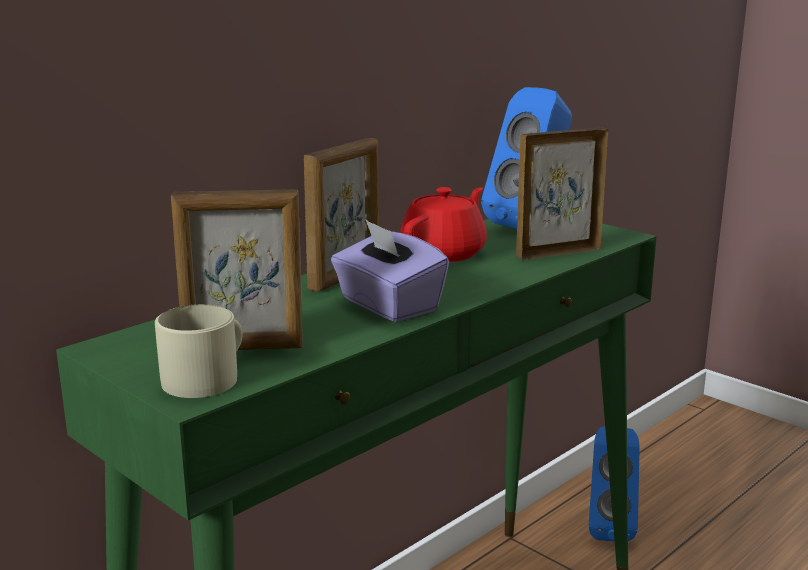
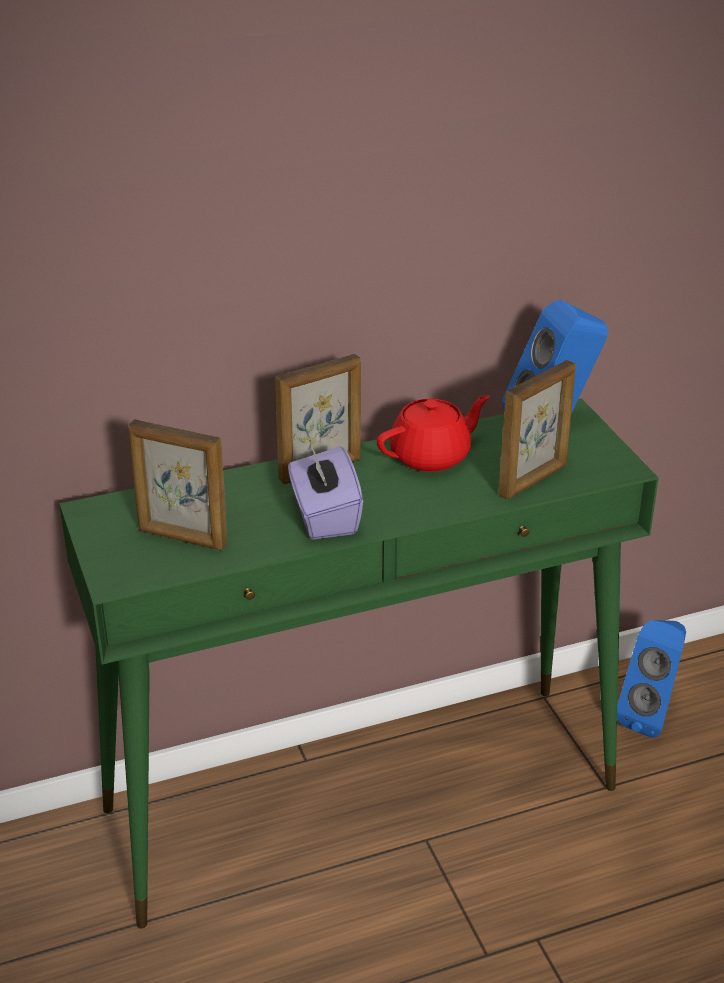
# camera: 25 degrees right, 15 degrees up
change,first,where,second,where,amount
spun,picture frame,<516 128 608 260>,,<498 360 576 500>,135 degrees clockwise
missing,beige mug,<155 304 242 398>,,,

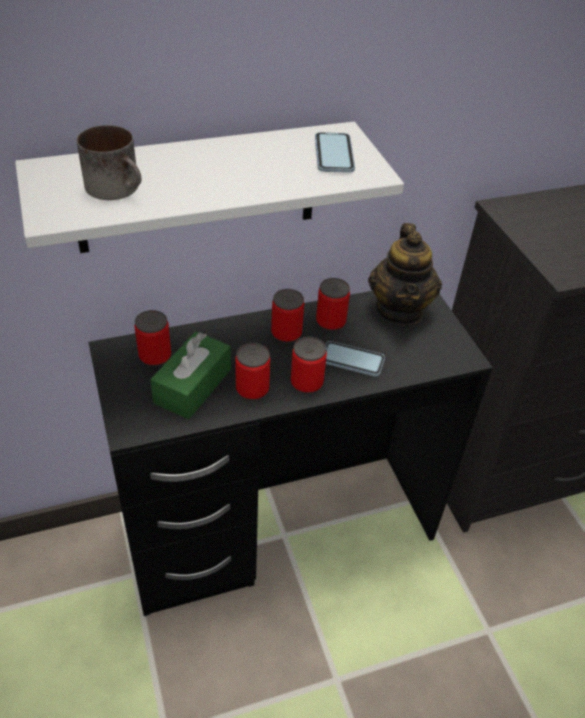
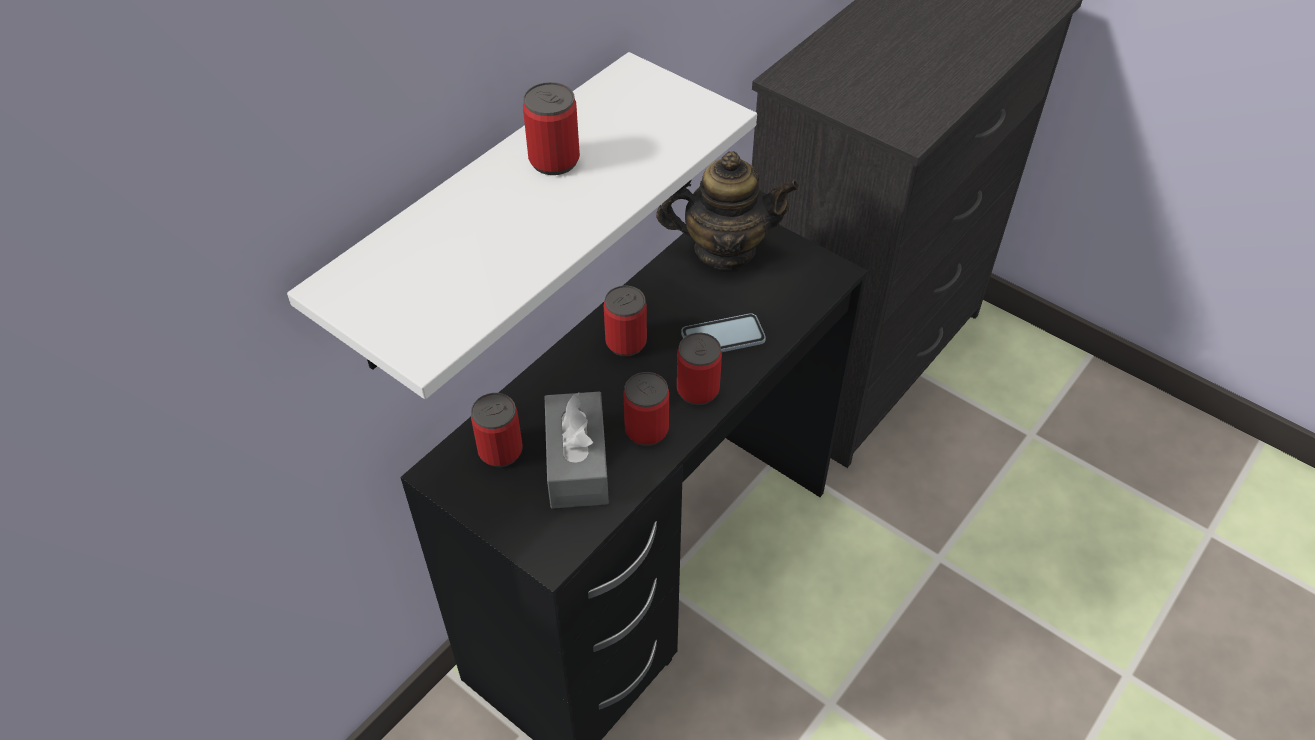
# camera: 30 degrees left, 5 degrees up
change,first,where,second,where,amount
missing,mug,<77 125 142 200>,,,
missing,telephone,<315 132 355 173>,,,
spun,teapot,<368 223 442 326>,,<656 151 799 270>,60 degrees counterclockwise
relocated,sealed can,<316 278 350 331>,,<523 82 580 175>,
colour,greenish tissue box,<150 332 231 419>,greyish tissue box,<545 392 609 508>,

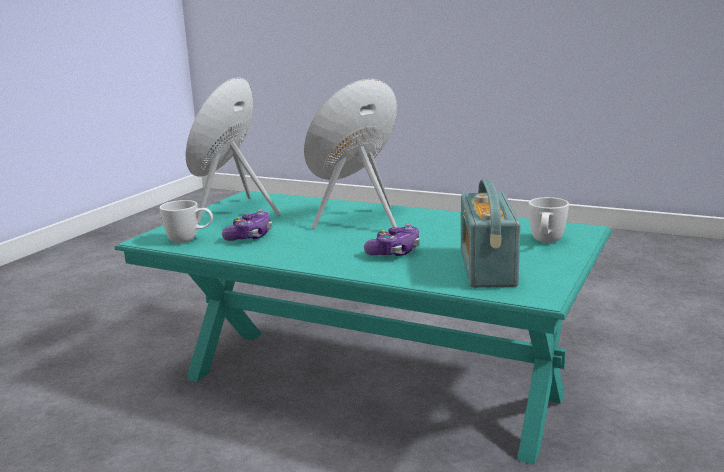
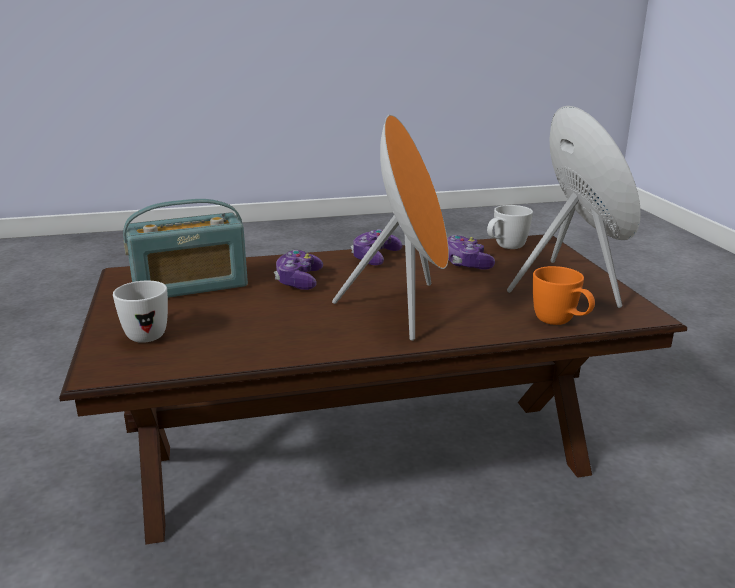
# camera: 140 degrees right, 5 degrees up
change,first,where,second,where,amount
spun,radio,<461 179 521 288>,,<123 199 248 298>,105 degrees clockwise
colour,blue-green coffee table,<115 190 612 464>,brown-coloured coffee table,<59 235 687 545>,
appeared,,,joypad,<351 229 402 265>,
appeared,,,orangey mug,<533 266 595 325>,

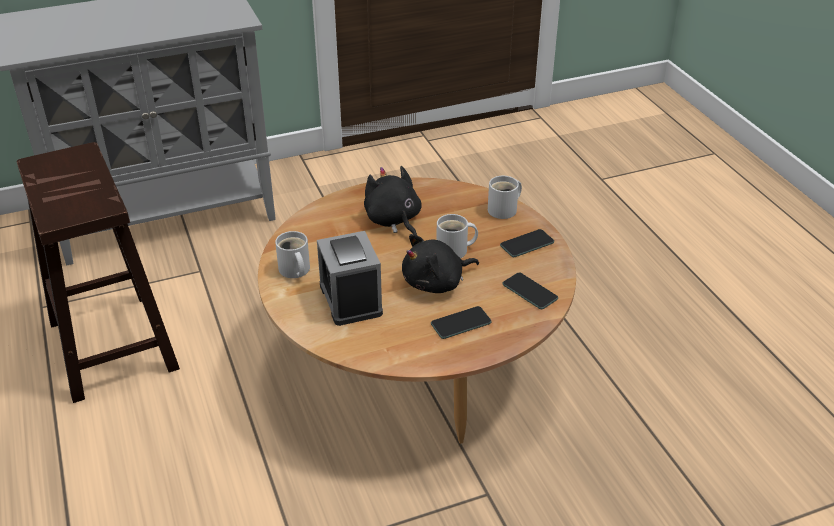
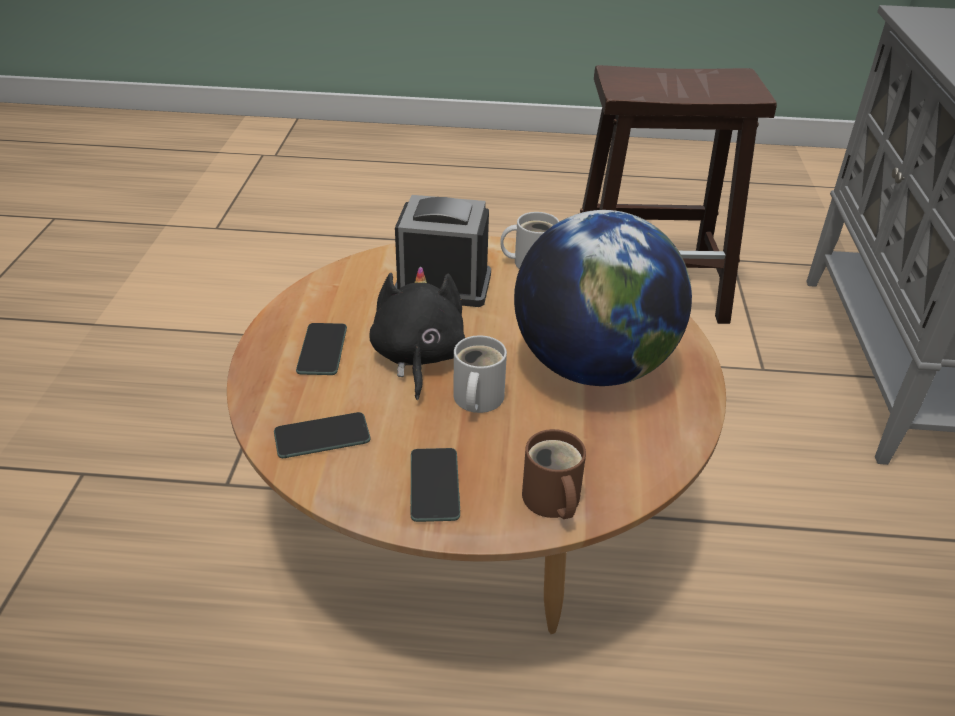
# camera: 115 degrees right, 0 degrees up
change,first,where,second,where,amount
exchanged,black soft toy,<364 166 422 235>,globe,<514 210 692 386>,
colour,white mug,<488 176 522 219>,brown-coloured mug,<522 429 586 519>,

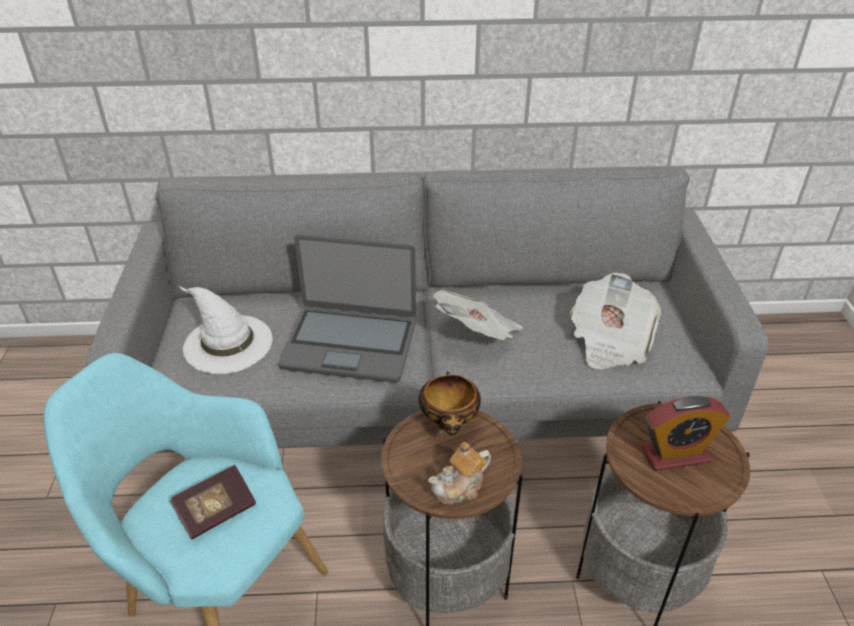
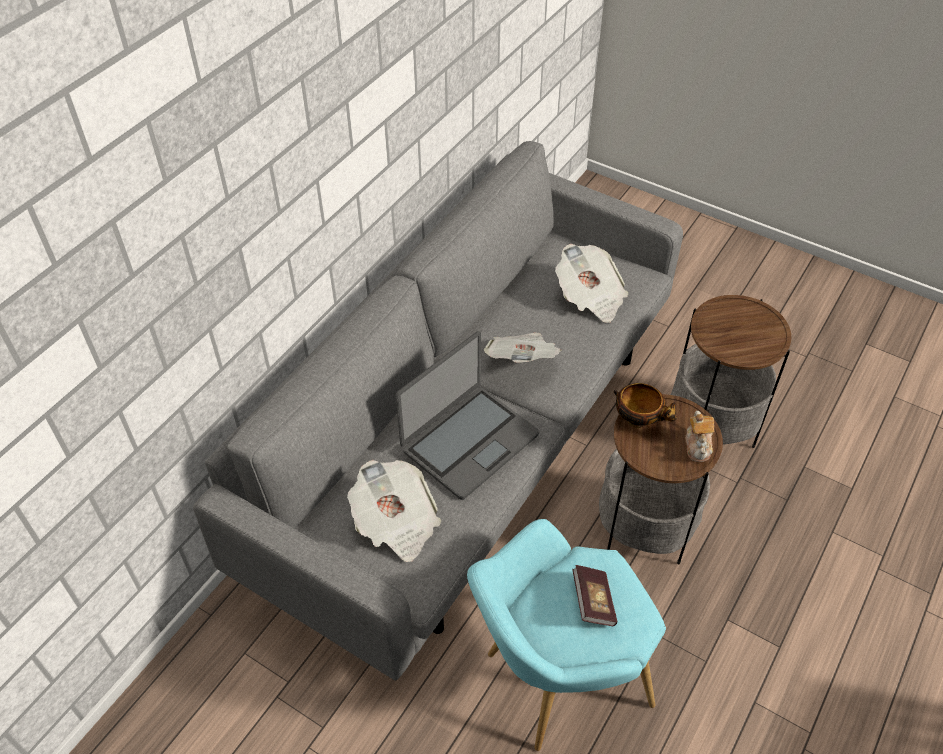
# camera: 55 degrees left, 10 degrees up
change,first,where,second,where,amount
exchanged,white clothing hat,<179 286 272 374>,newspaper,<347 460 441 562>,
missing,table clock,<642 396 730 471>,,,

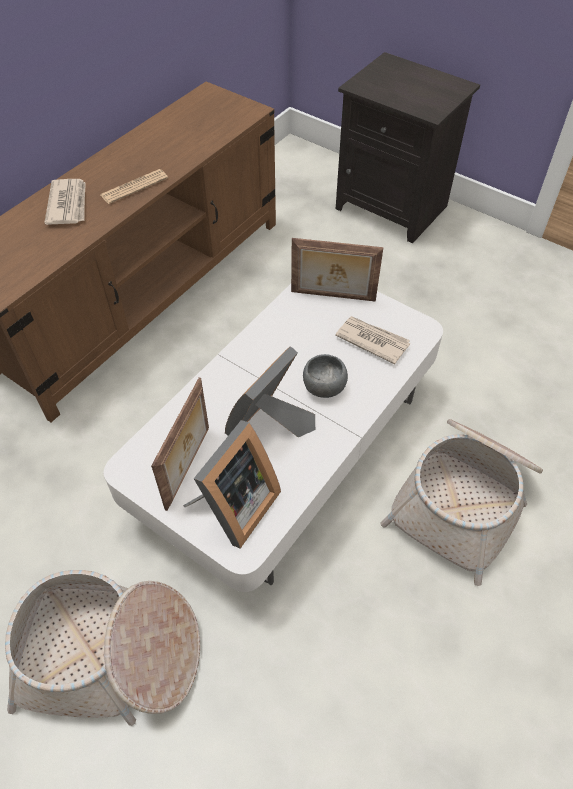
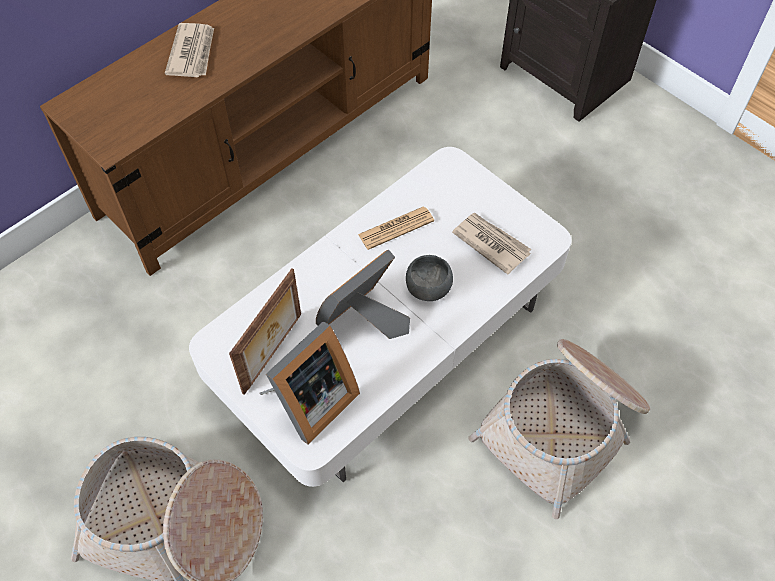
# camera: 10 degrees right, 5 degrees up
change,first,where,second,where,amount
relocated,newspaper,<100 169 168 204>,,<358 206 434 250>,
missing,picture frame,<291 238 383 302>,,,

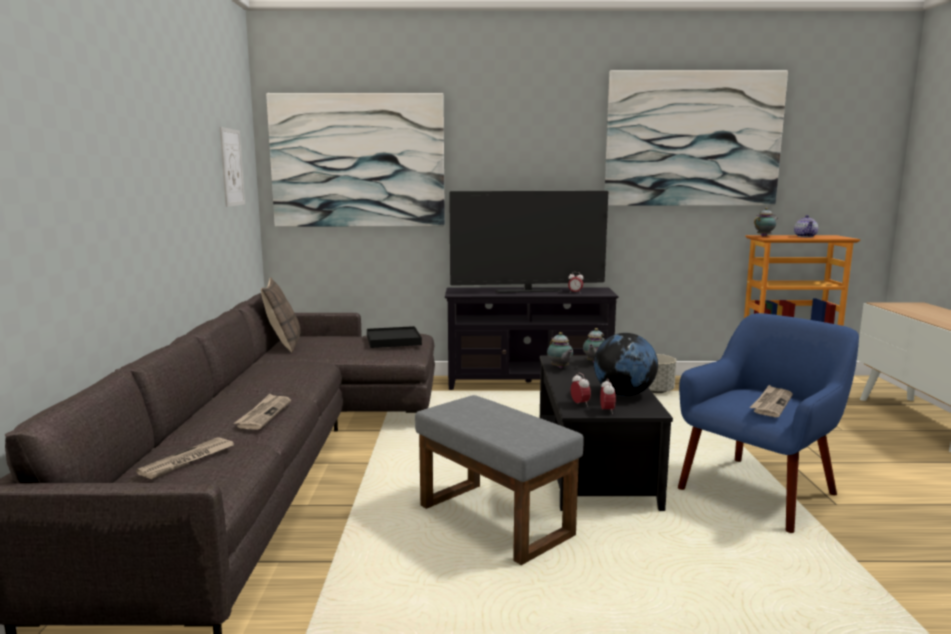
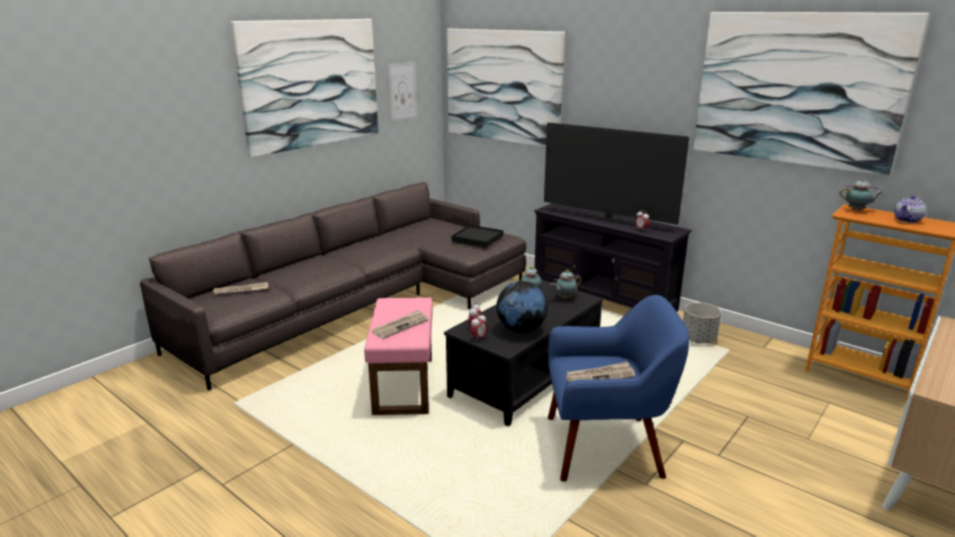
# camera: 40 degrees right, 10 degrees up
change,first,where,second,where,amount
missing,pillow,<261 277 301 353>,,,
relocated,newspaper,<234 394 291 430>,,<372 310 428 339>,
colour,greyish ottoman,<415 395 584 565>,pinkish ottoman,<364 297 433 415>,
appeared,,,wall art,<230 19 378 157>,

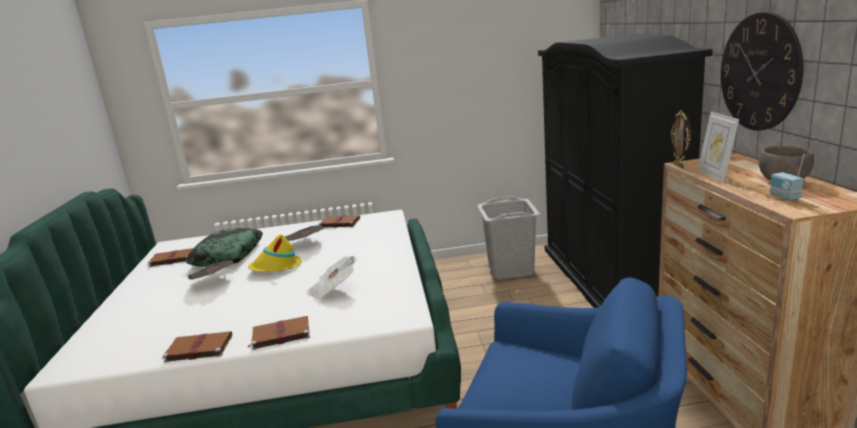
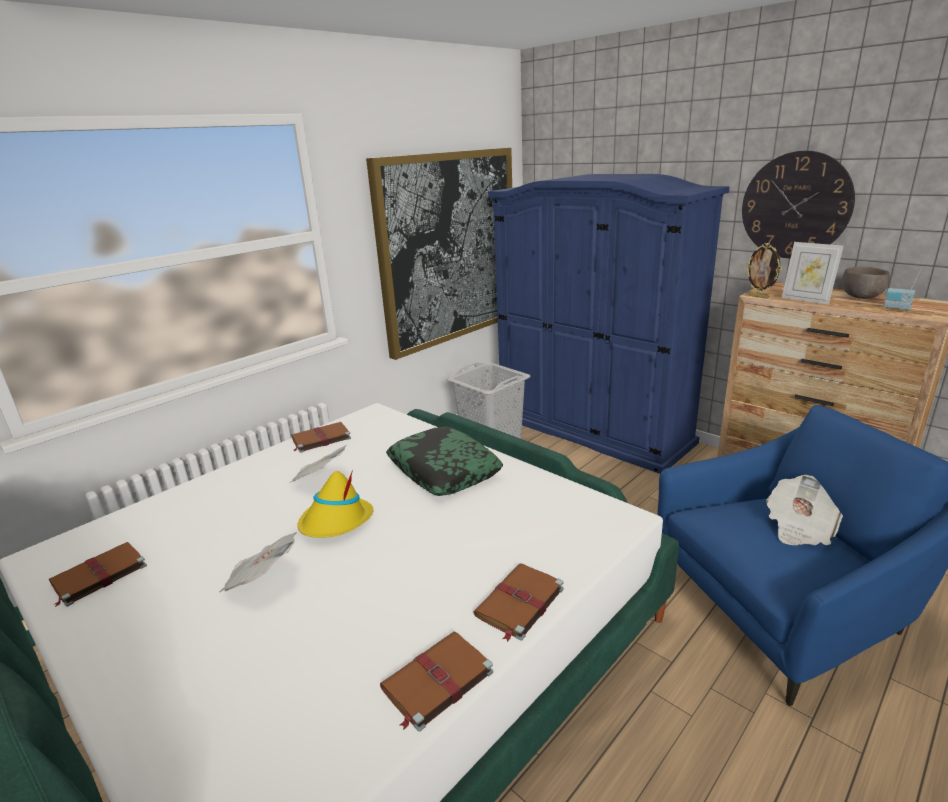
# camera: 40 degrees left, 5 degrees up
change,first,where,second,where,amount
colour,black wardrobe,<538 34 713 308>,blue wardrobe,<488 174 730 474>,
relocated,pillow,<185 228 263 267>,,<386 427 503 496>,
relocated,newspaper,<307 256 357 300>,,<766 475 843 545>,
appeared,,,wall art,<366 148 512 360>,

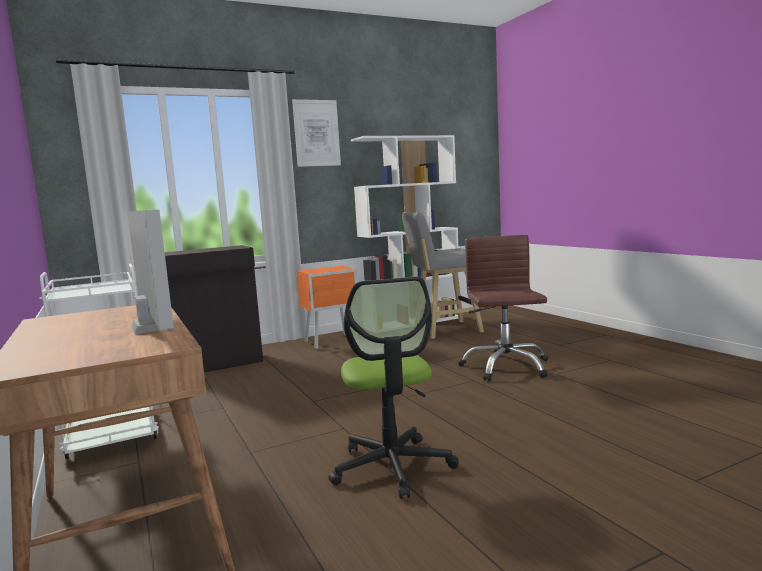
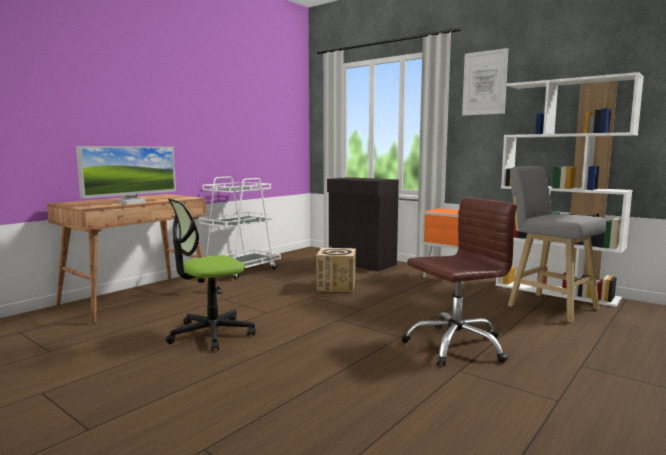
# camera: 65 degrees right, 0 degrees up
change,first,where,second,where,amount
appeared,,,carton,<316 248 356 292>,

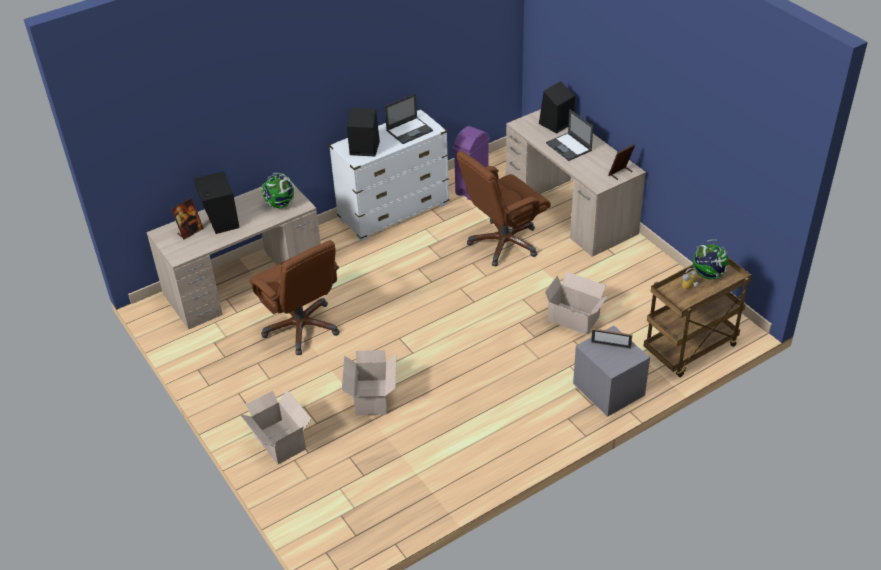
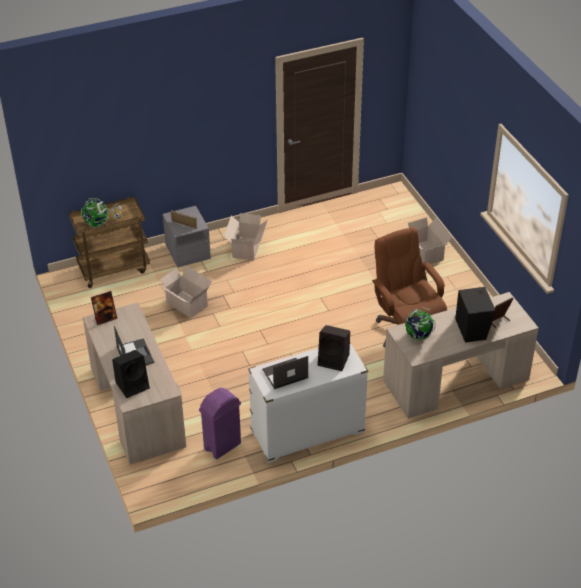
# camera: 170 degrees left, 0 degrees up
change,first,where,second,where,amount
missing,brown-coloured desk chair,<457 151 551 266>,,,
relocated,carton,<342 350 396 415>,,<224 213 268 261>,

